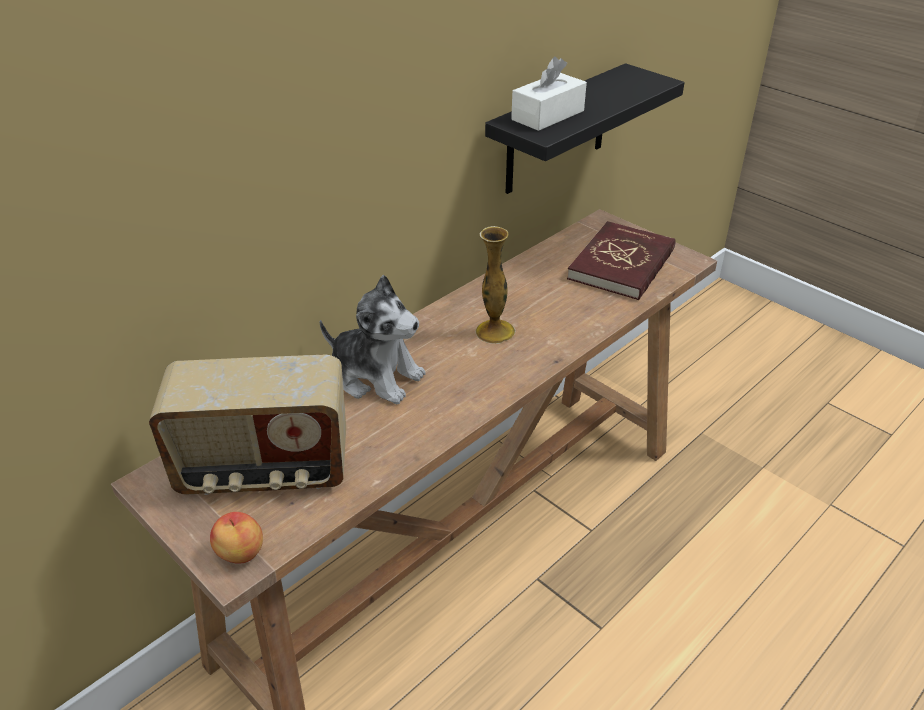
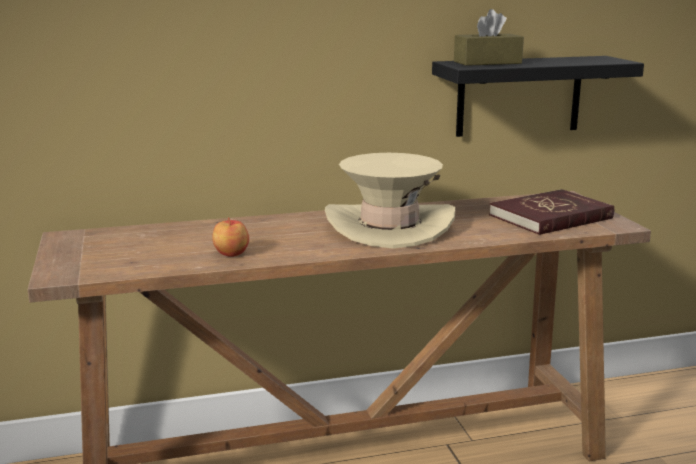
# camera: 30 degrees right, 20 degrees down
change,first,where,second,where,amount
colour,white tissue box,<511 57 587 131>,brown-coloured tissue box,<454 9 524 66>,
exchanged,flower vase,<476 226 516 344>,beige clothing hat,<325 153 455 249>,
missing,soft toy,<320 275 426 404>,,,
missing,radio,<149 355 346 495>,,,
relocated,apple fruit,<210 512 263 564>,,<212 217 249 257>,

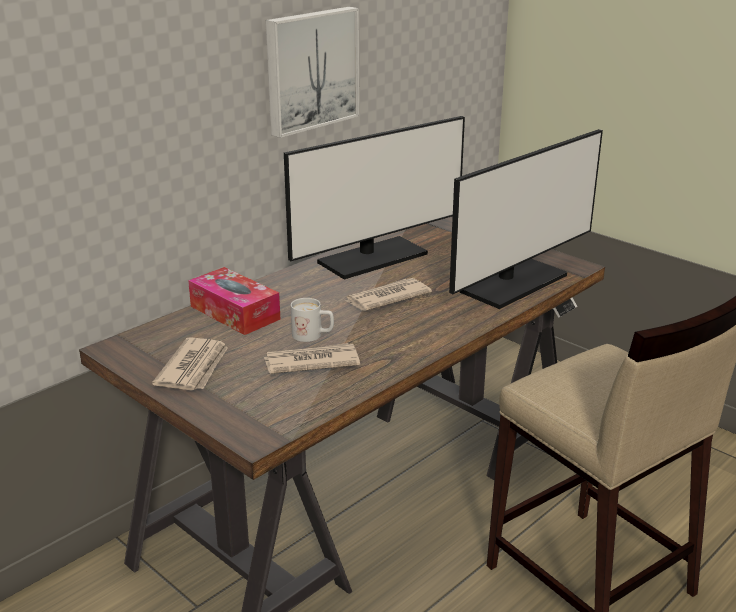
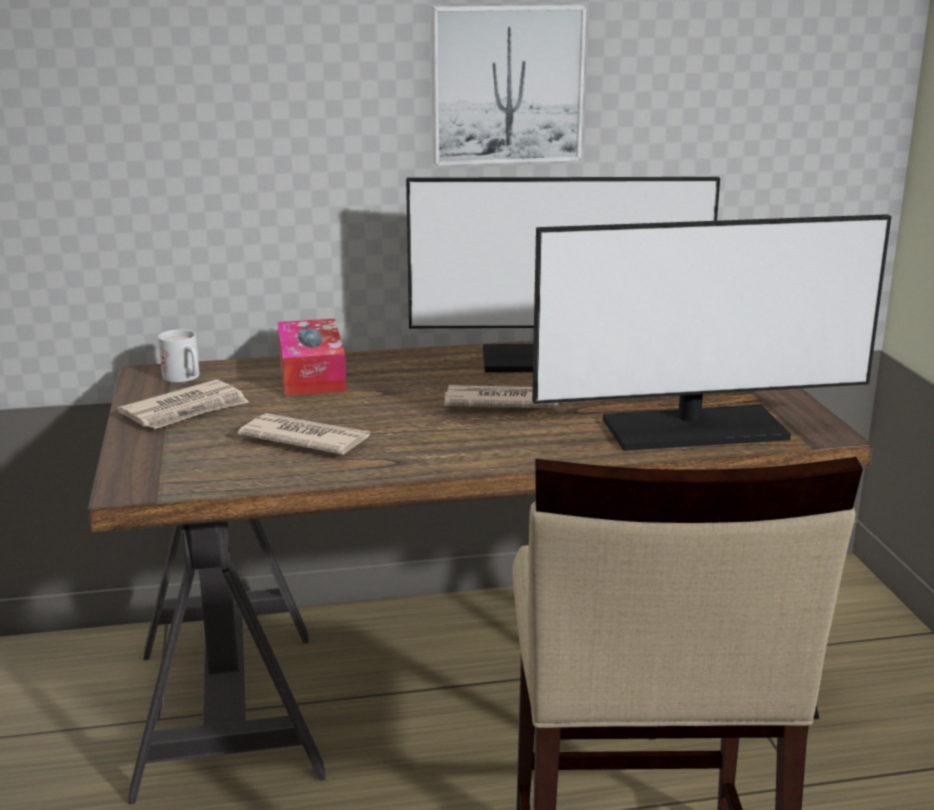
# camera: 35 degrees right, 5 degrees down
change,first,where,second,where,amount
relocated,white mug,<291 298 334 342>,,<158 329 200 382>,

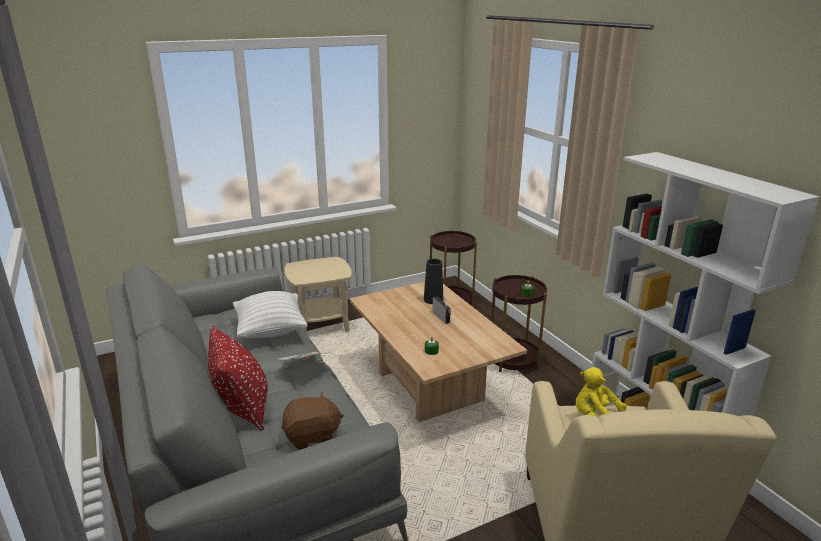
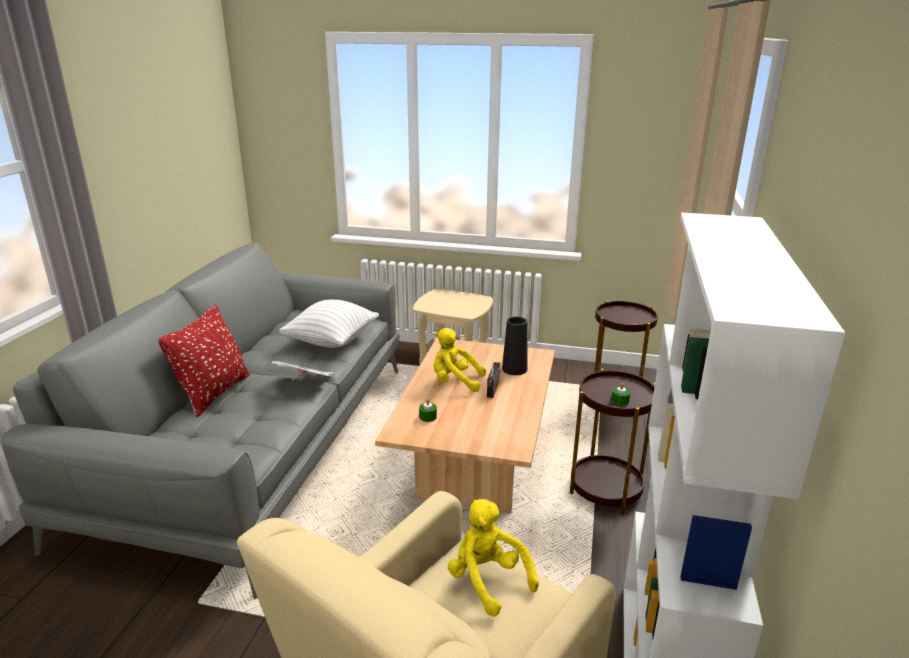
# camera: 40 degrees right, 0 degrees up
change,first,where,second,where,amount
missing,brown-coloured soft toy,<281 392 344 450>,,,
appeared,,,yellow soft toy,<433 328 486 392>,

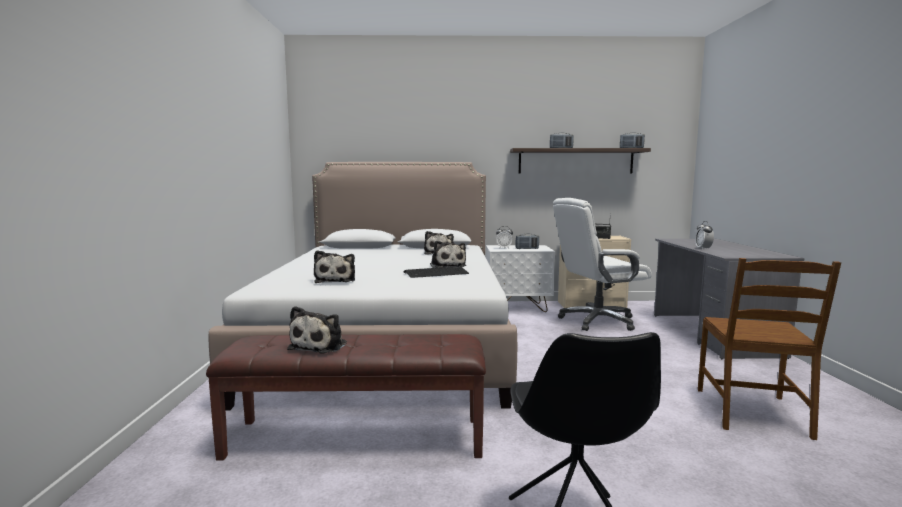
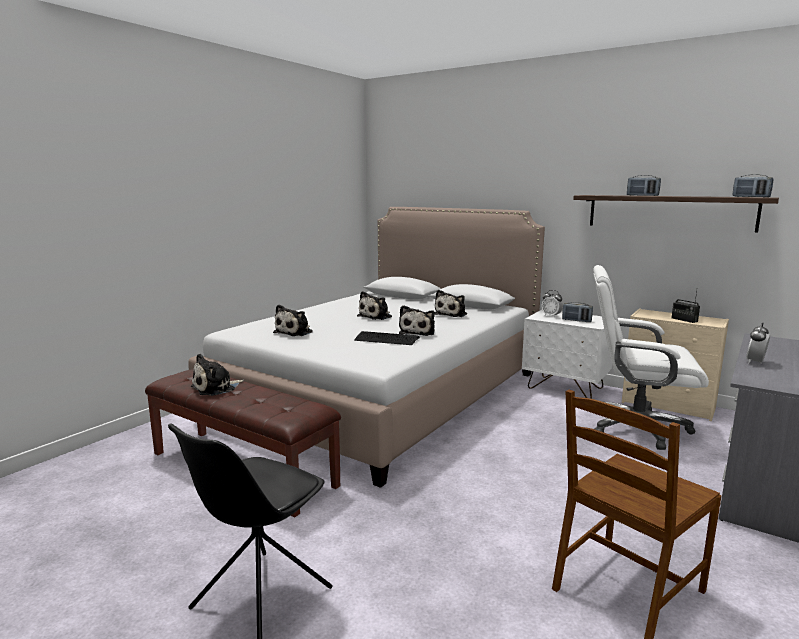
# camera: 35 degrees right, 5 degrees up
change,first,where,second,where,amount
appeared,,,soft toy,<357 291 392 320>,

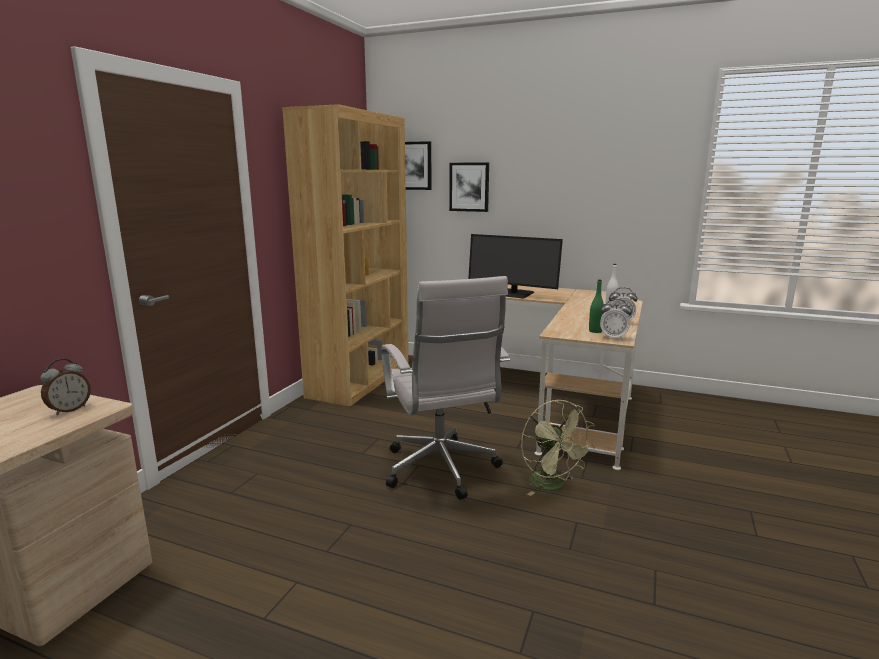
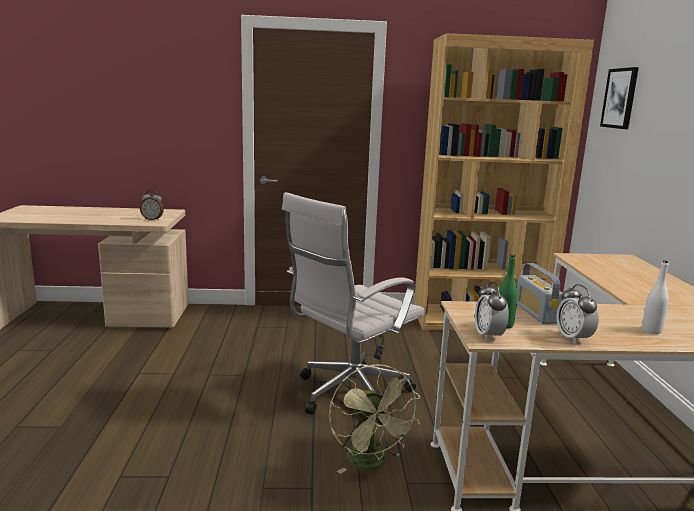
# camera: 65 degrees right, 0 degrees up
change,first,where,second,where,amount
missing,wall art,<449 162 489 212>,,,
missing,monitor,<468 234 563 299>,,,
spun,greenish fan,<521 400 595 496>,,<329 364 420 474>,60 degrees counterclockwise
appeared,,,radio,<517 263 563 324>,

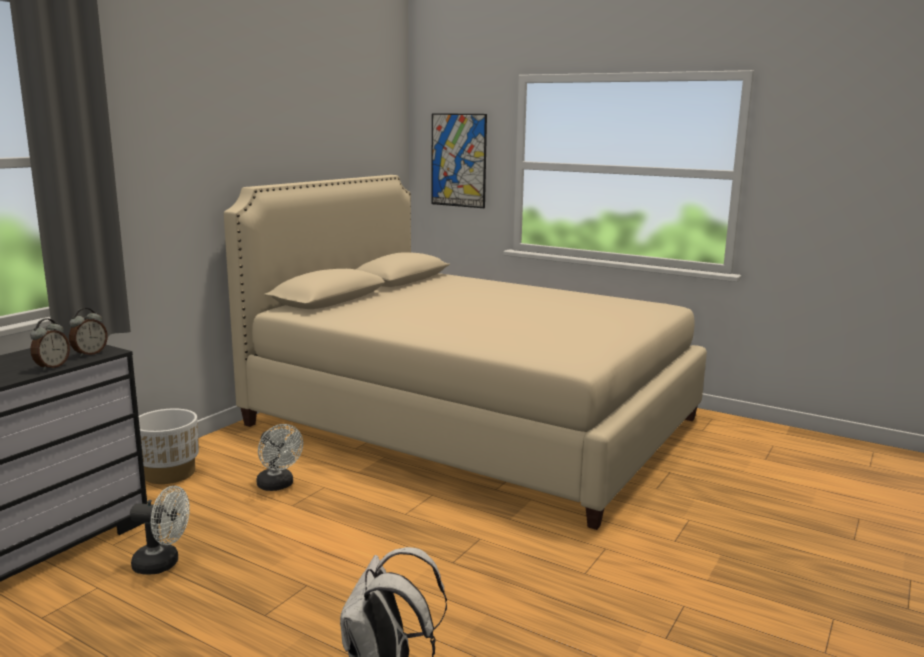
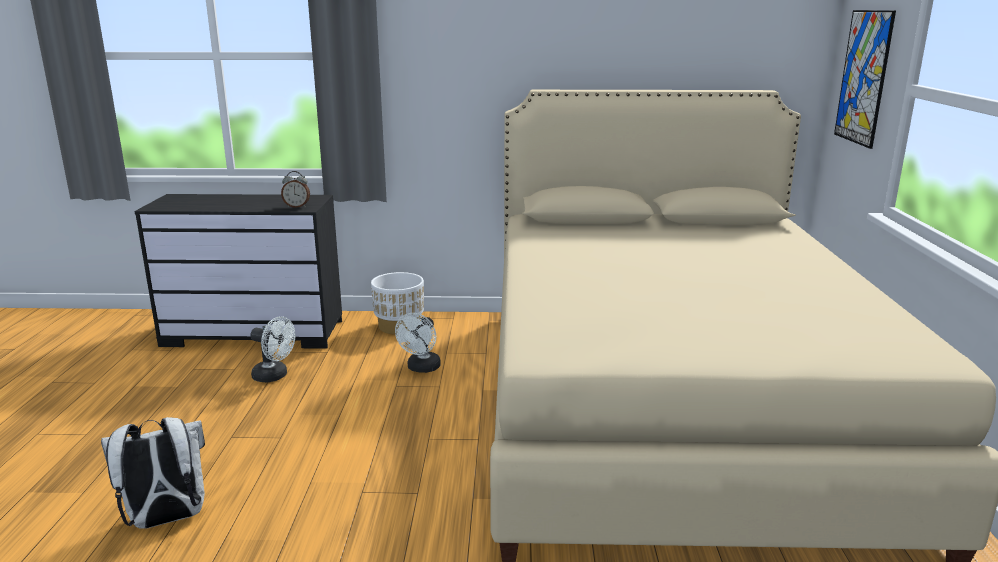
# camera: 60 degrees right, 5 degrees up
change,first,where,second,where,amount
missing,table clock,<30 319 70 371>,,,
spun,white fan,<130 486 190 575>,,<250 316 295 382>,45 degrees counterclockwise

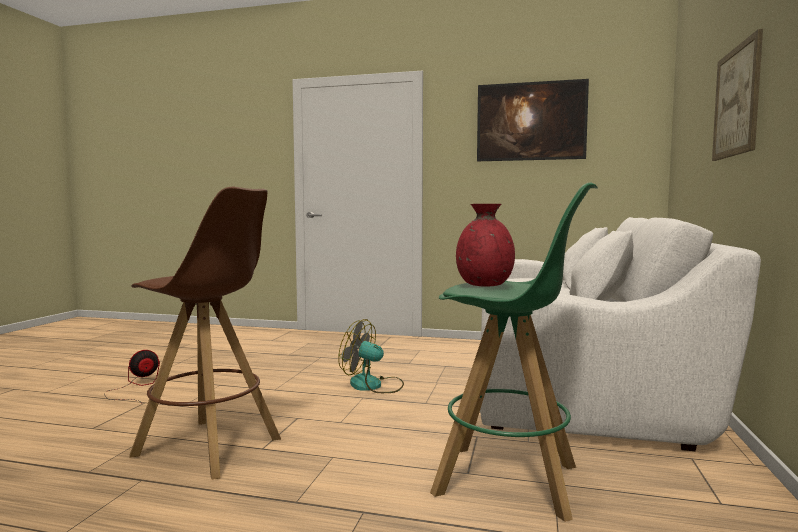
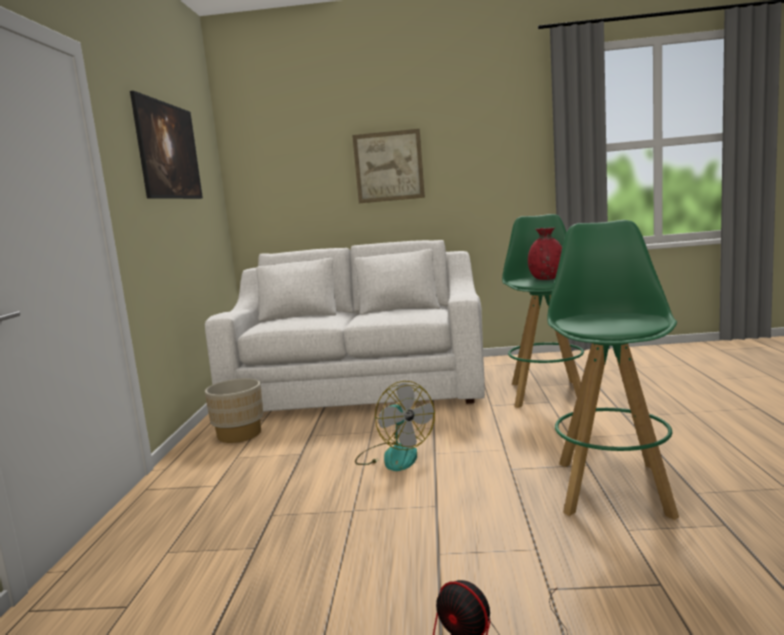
# camera: 100 degrees left, 5 degrees up
change,first,where,second,where,amount
colour,brown-coloured stool seat,<129 187 281 480>,greenish stool seat,<547 220 679 520>,
spun,fan,<338 319 404 393>,,<355 381 435 471>,45 degrees counterclockwise
appeared,,,beige planter,<205 378 263 443>,

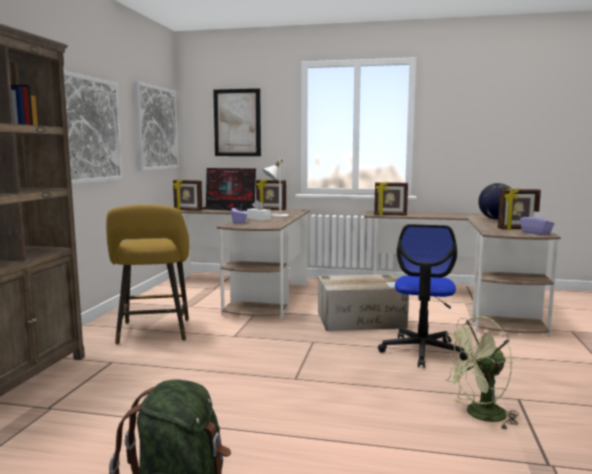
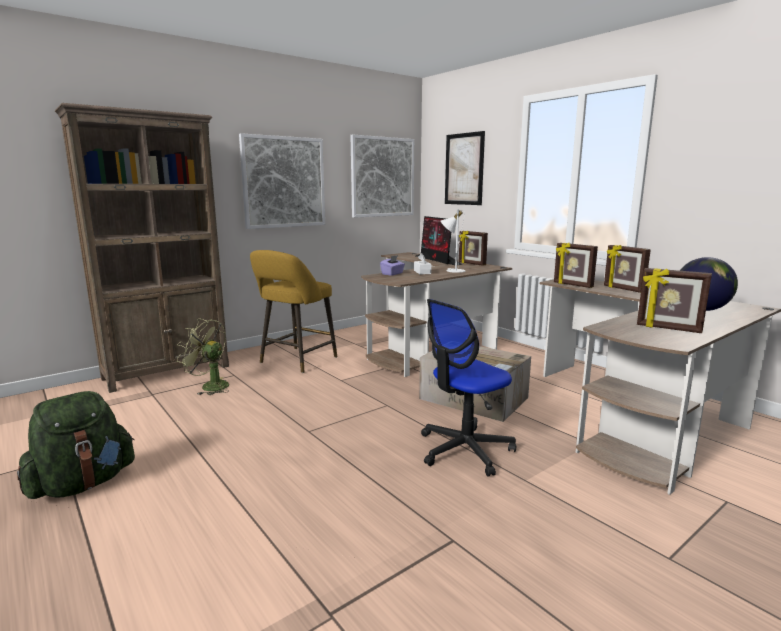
# camera: 40 degrees right, 5 degrees up
change,first,where,second,where,amount
relocated,picture frame,<173 179 202 211>,,<604 245 651 293>,
missing,purplish tissue box,<520 211 554 235>,,,
relocated,greenish fan,<441 316 519 430>,,<177 318 229 395>,

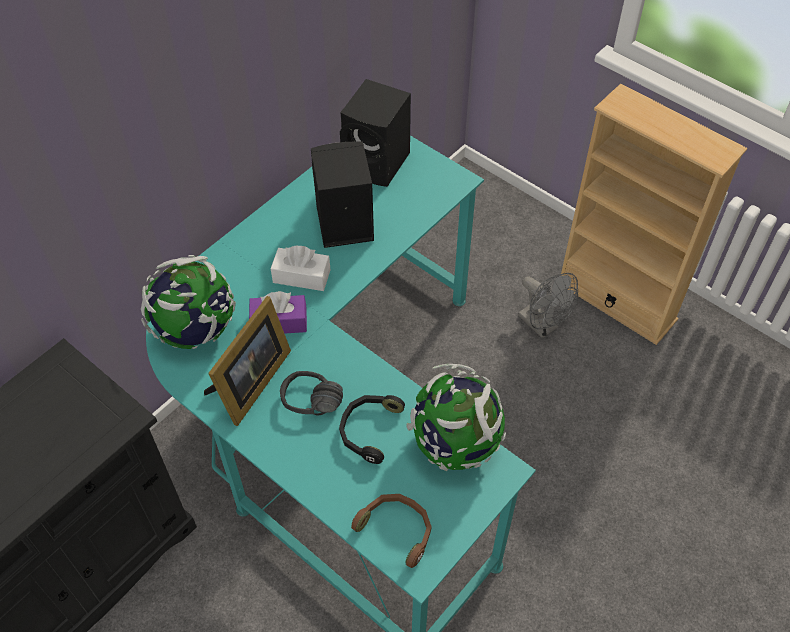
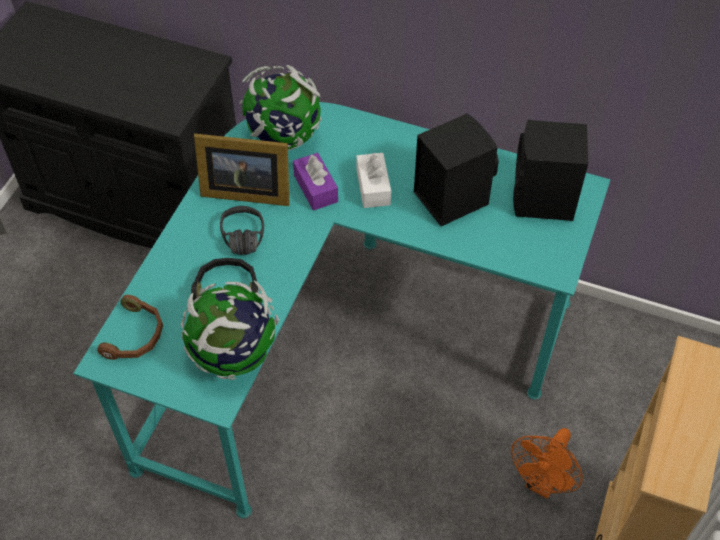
# camera: 70 degrees right, 0 degrees up
change,first,where,second,where,amount
colour,greyish fan,<518 273 578 338>,orangey fan,<511 428 583 499>,

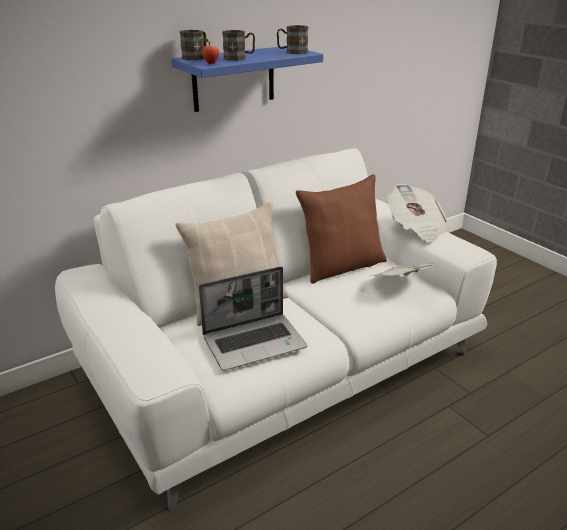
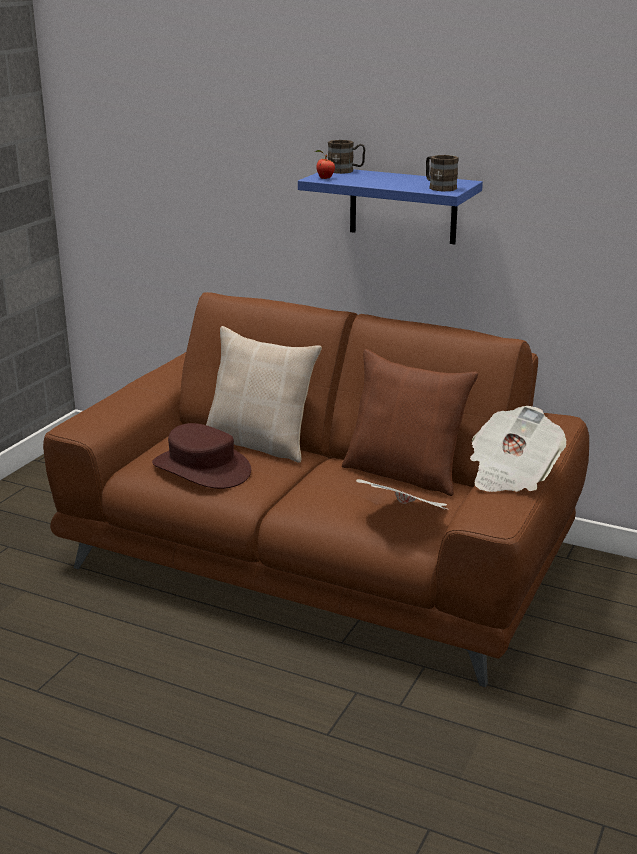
# camera: 60 degrees right, 5 degrees down
change,first,where,second,where,amount
missing,brown-coloured mug,<222 30 255 61>,,,
colour,white couch,<55 148 497 510>,brown-coloured couch,<43 292 589 687>,
exchanged,laptop,<199 266 307 371>,brown-coloured clothing hat,<152 423 251 489>,

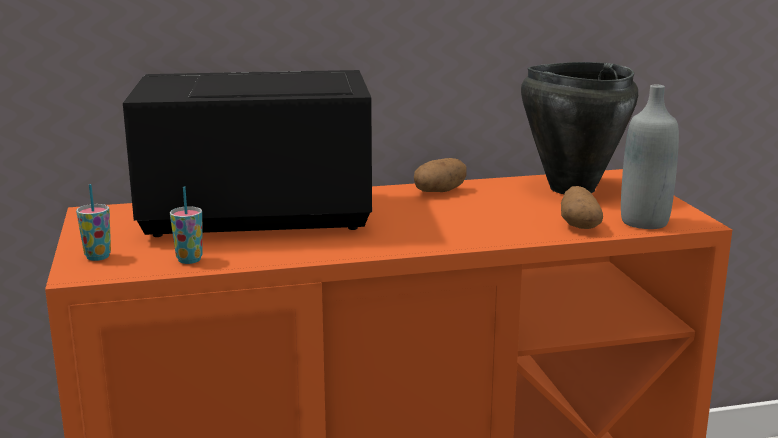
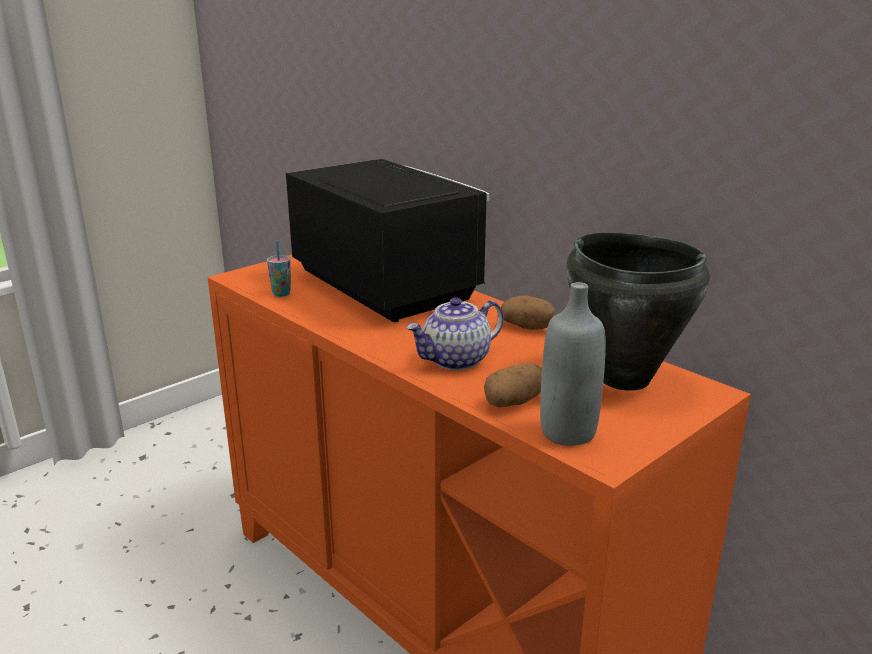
# camera: 60 degrees right, 5 degrees up
change,first,where,second,where,amount
missing,drinking cup,<76 184 111 261>,,,
appeared,,,teapot,<406 298 504 370>,

